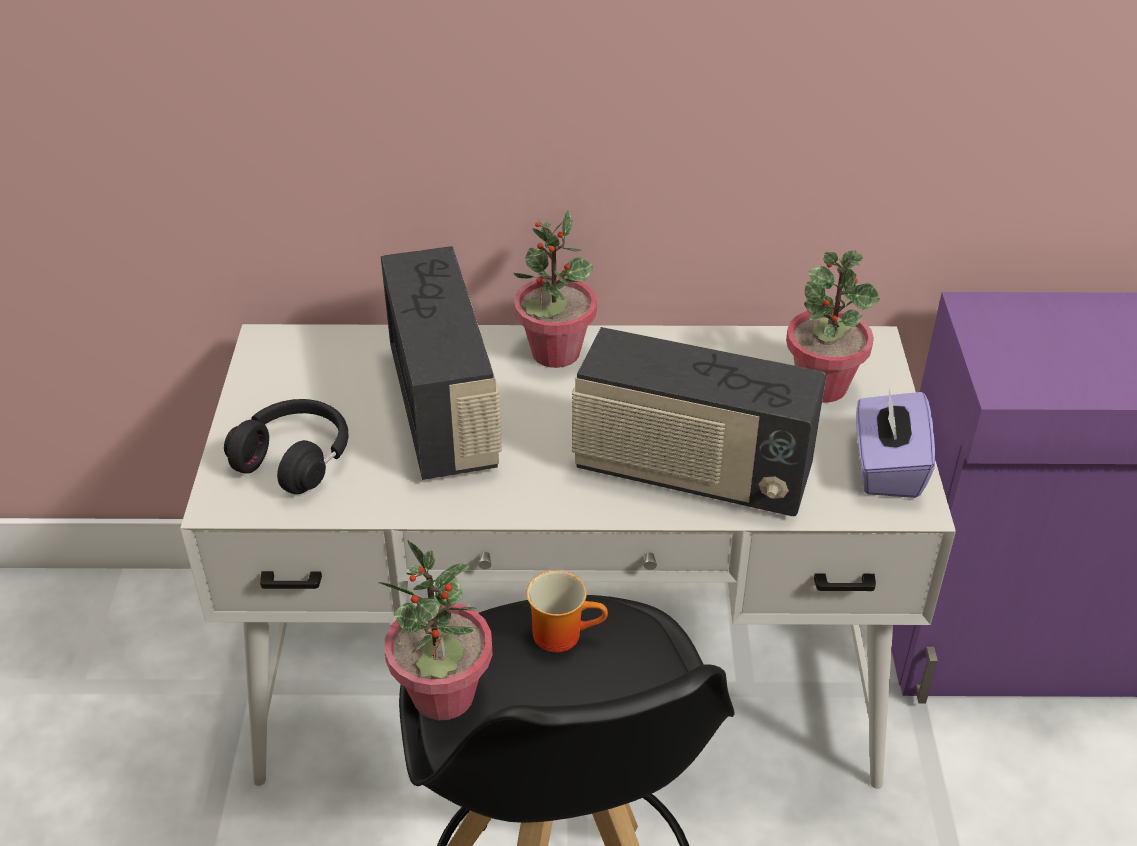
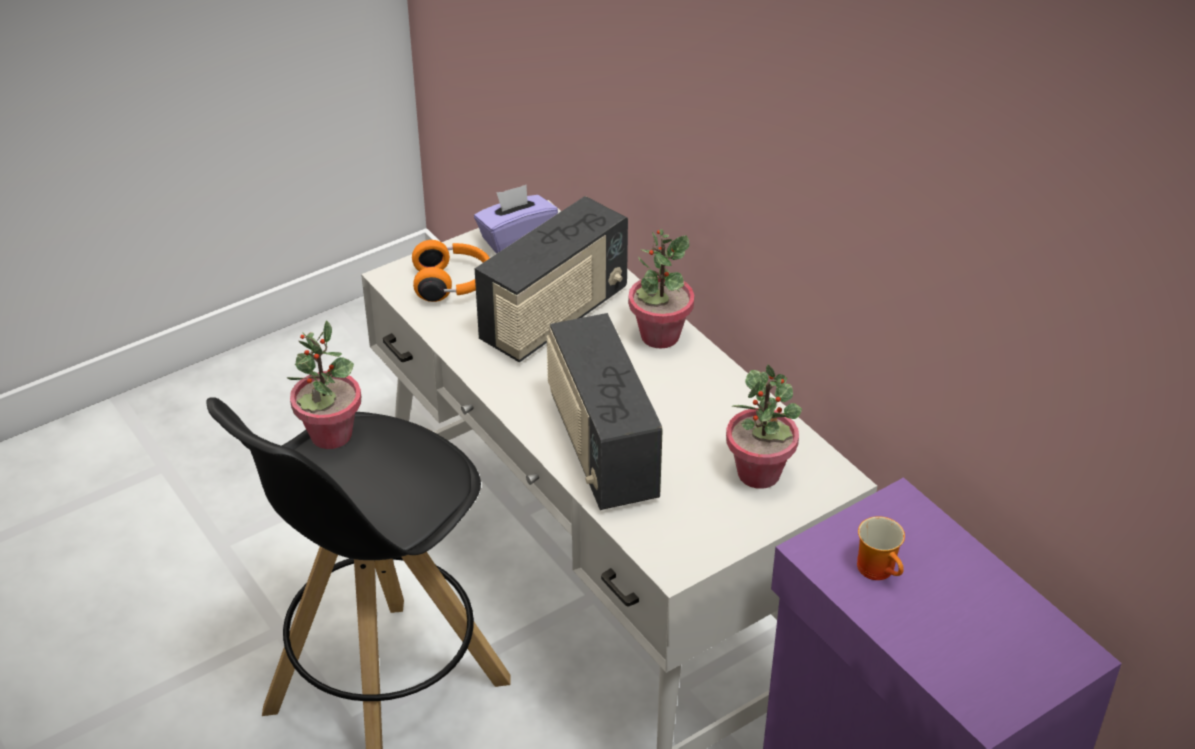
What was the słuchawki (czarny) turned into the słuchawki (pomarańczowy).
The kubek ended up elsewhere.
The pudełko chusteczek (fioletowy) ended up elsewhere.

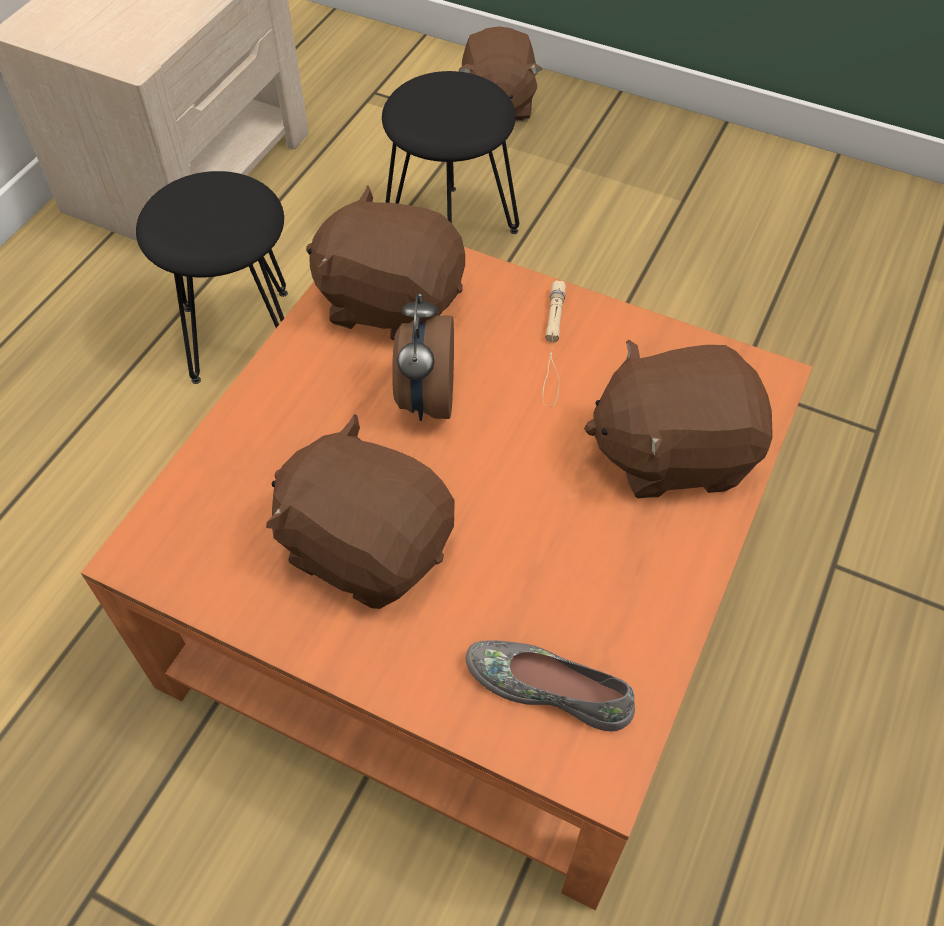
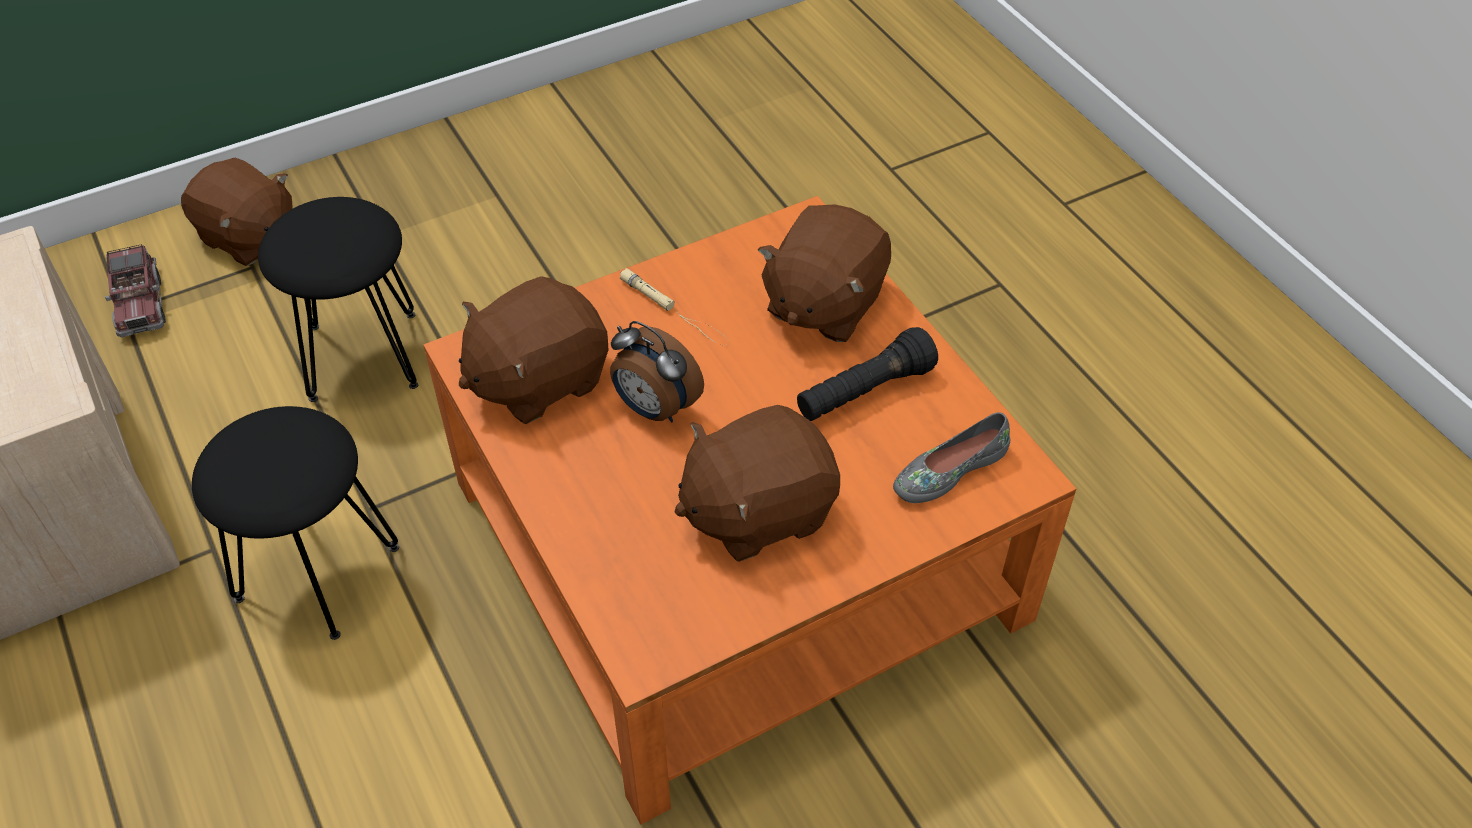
The second view gained the ciężarówka zabawkowa.
The second view gained the latarka (czarny).

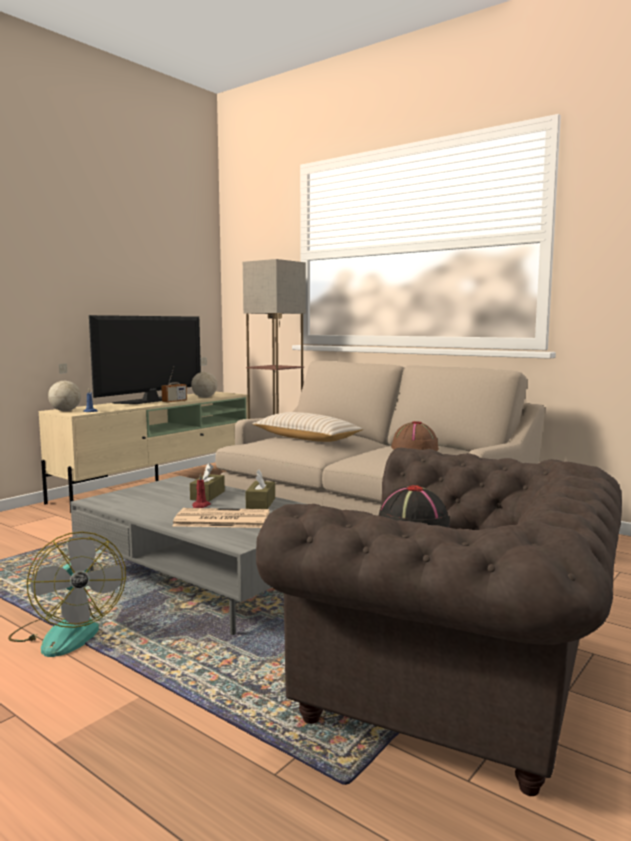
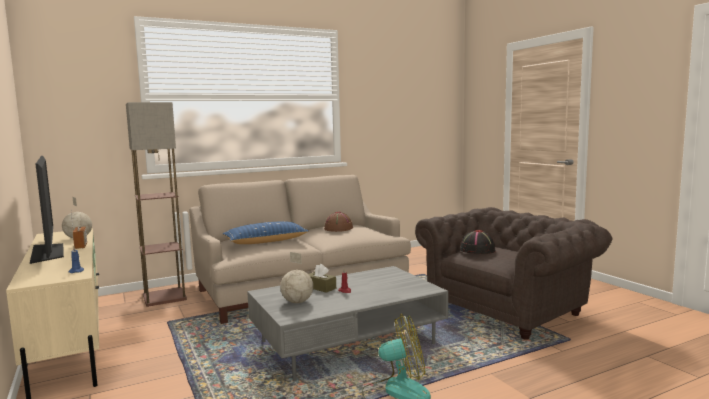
The globus (no. 1 from left in the first image) ended up elsewhere.
The second view lost the gazeta.
The second view lost the pudełko chusteczek (brązowy) (no. 2 from left).
What was the poduszka (beżowy) turned into the poduszka (niebieski).

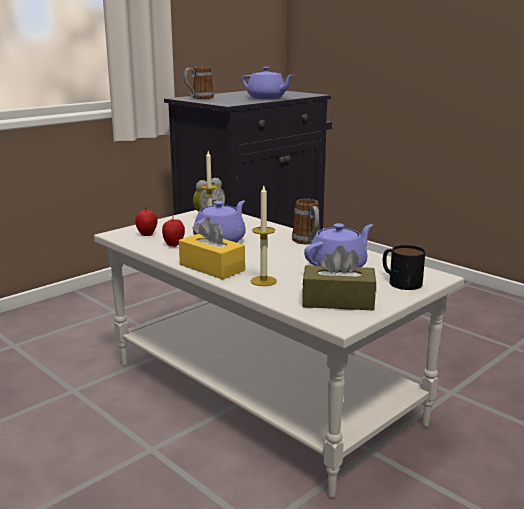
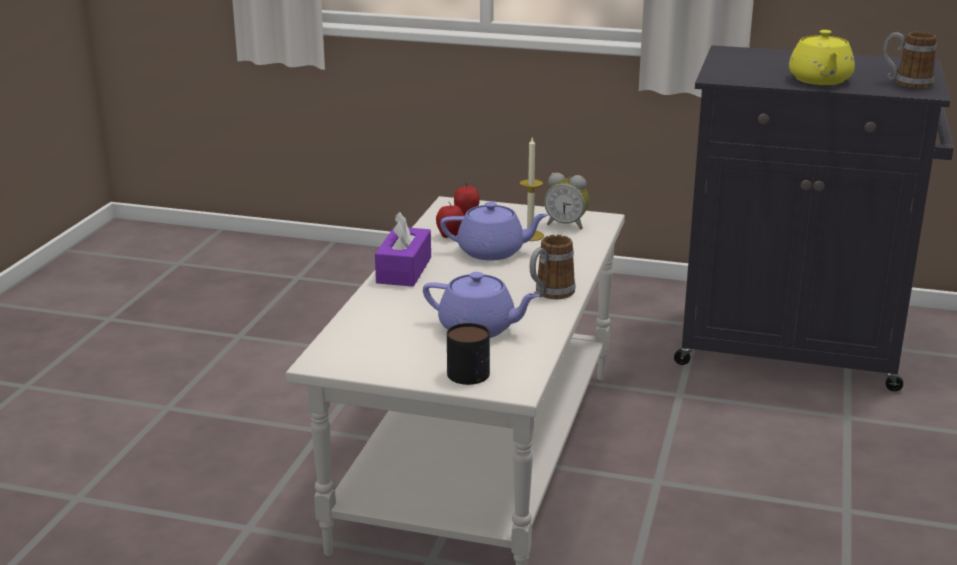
What was the pudełko chusteczek (żółty) turned into the pudełko chusteczek (fioletowy).
The kubek (no. 1 from left in the first image) ended up elsewhere.
What was the imbryk (fioletowy) (no. 2 from left) turned into the imbryk (żółty).
The second view lost the świeca (no. 2 from left).
The second view lost the pudełko chusteczek (brązowy).

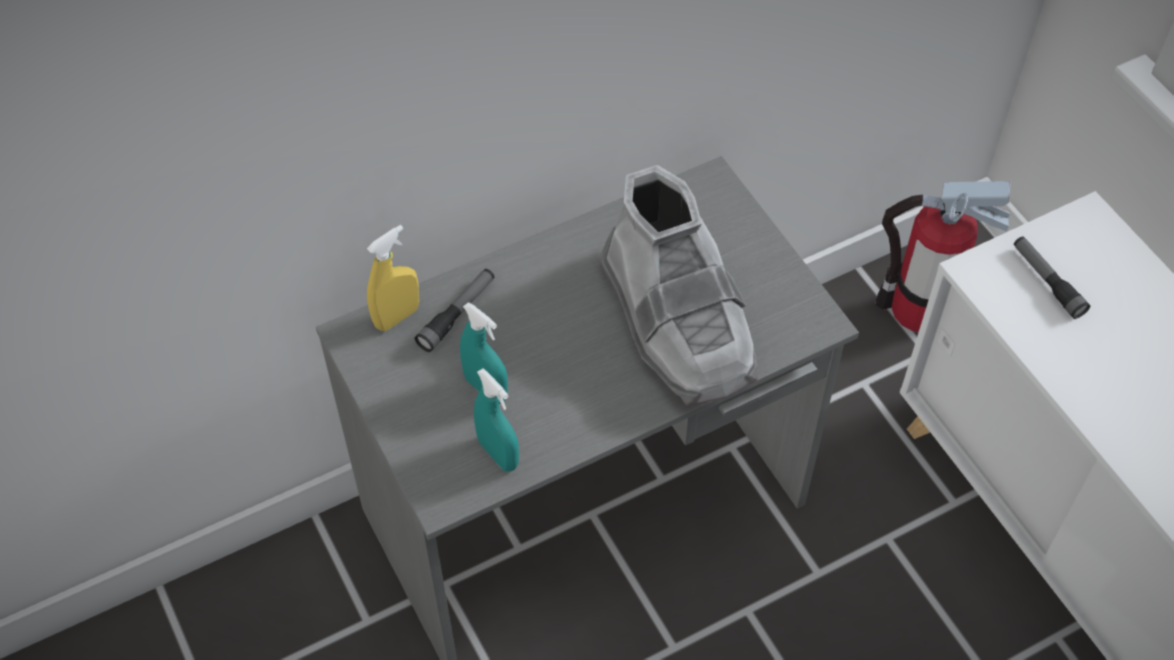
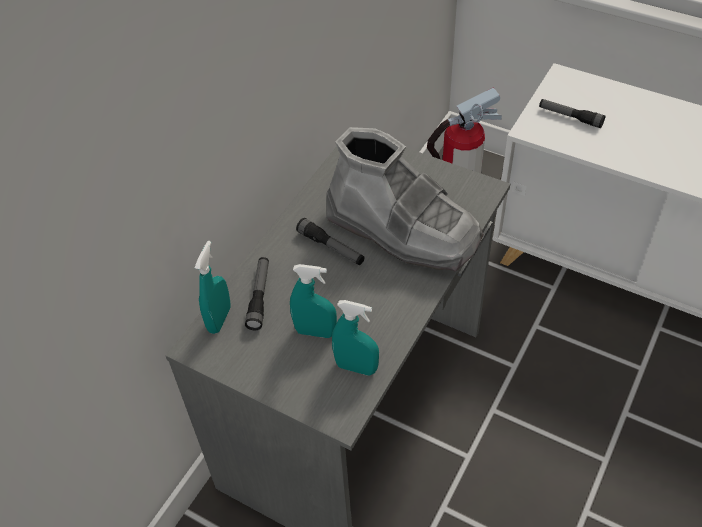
What was the spryskiwacz (żółty) turned into the spryskiwacz (turkusowy) (no. 1 from left).
The second view gained the latarka (no. 2 from left).

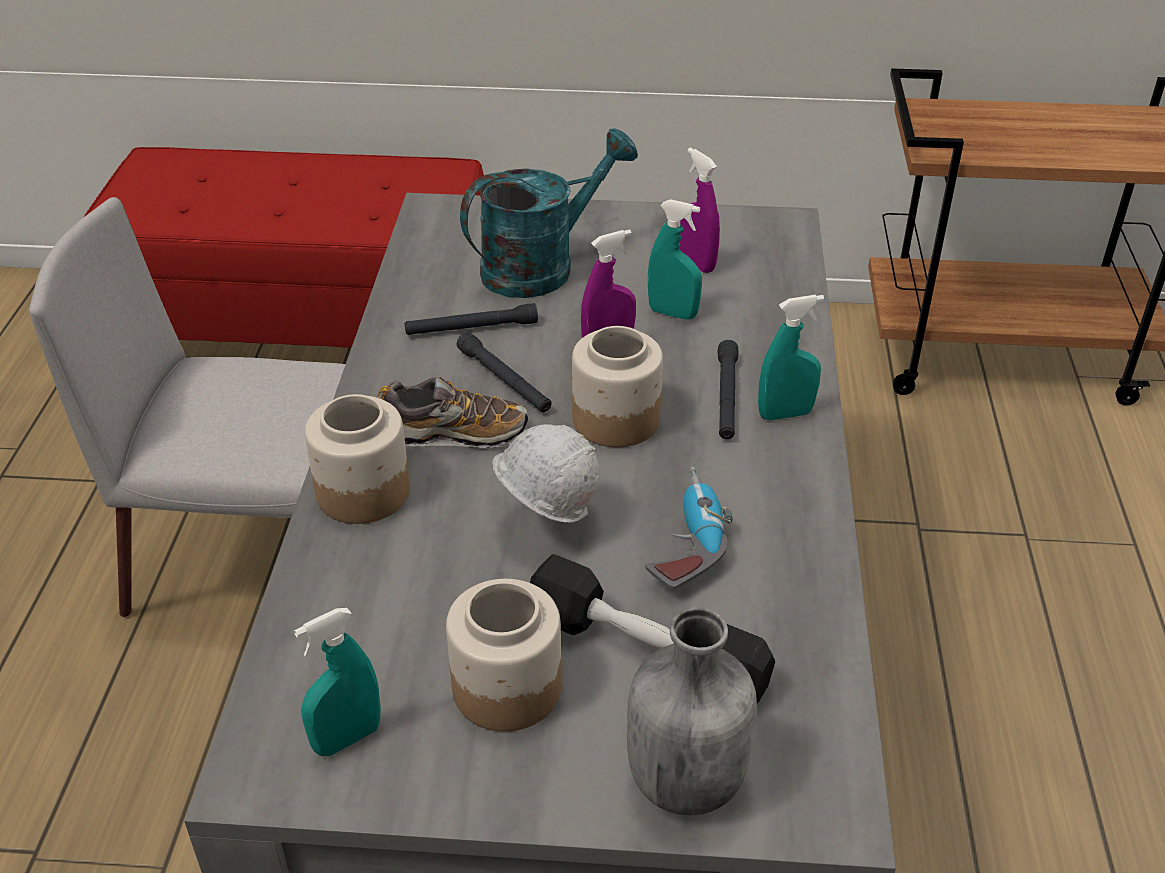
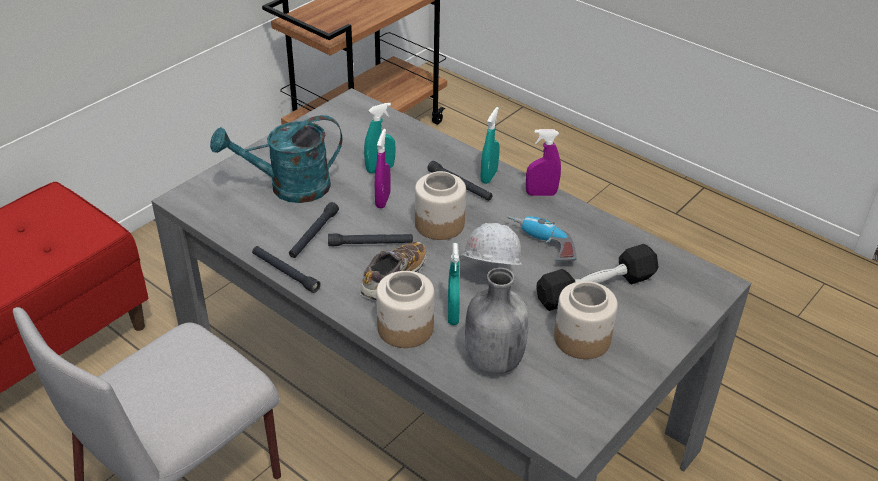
The spryskiwacz (turkusowy) (no. 1 from left in the first image) ended up elsewhere.
The konewka (turkusowy) ended up facing another way, 105 degrees counterclockwise from before.
The butelka (szary) ended up elsewhere.
The spryskiwacz (fioletowy) (no. 2 from left) ended up elsewhere.
The second view gained the latarka (czarny) (no. 1 from left).

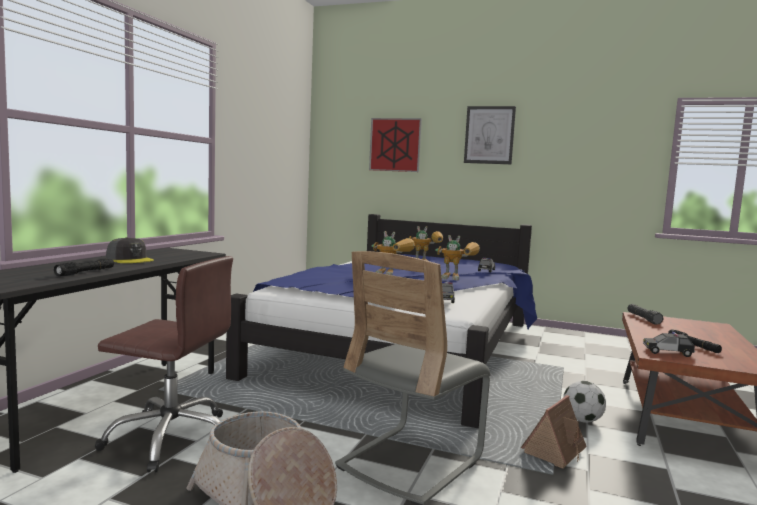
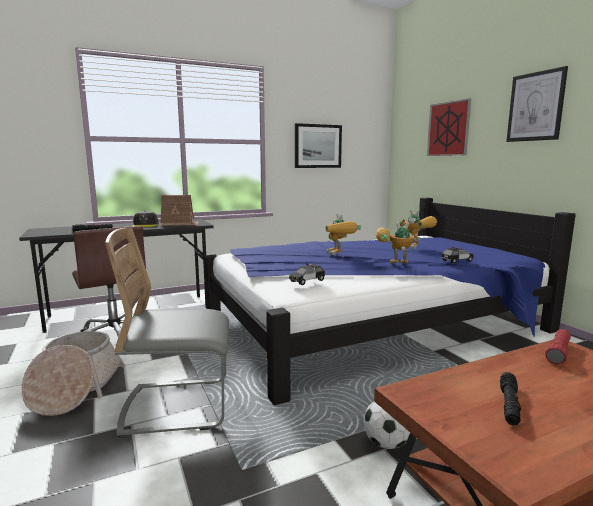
The robot zabawkowy (no. 3 from left in the first image) ended up facing another way, 120 degrees clockwise from before.
The domek ended up elsewhere.
What was the latarka (czarny) (no. 2 from left) turned into the latarka (czerwony).
The second view lost the samochodzik (no. 3 from left).
The second view gained the obraz (no. 1 from left).

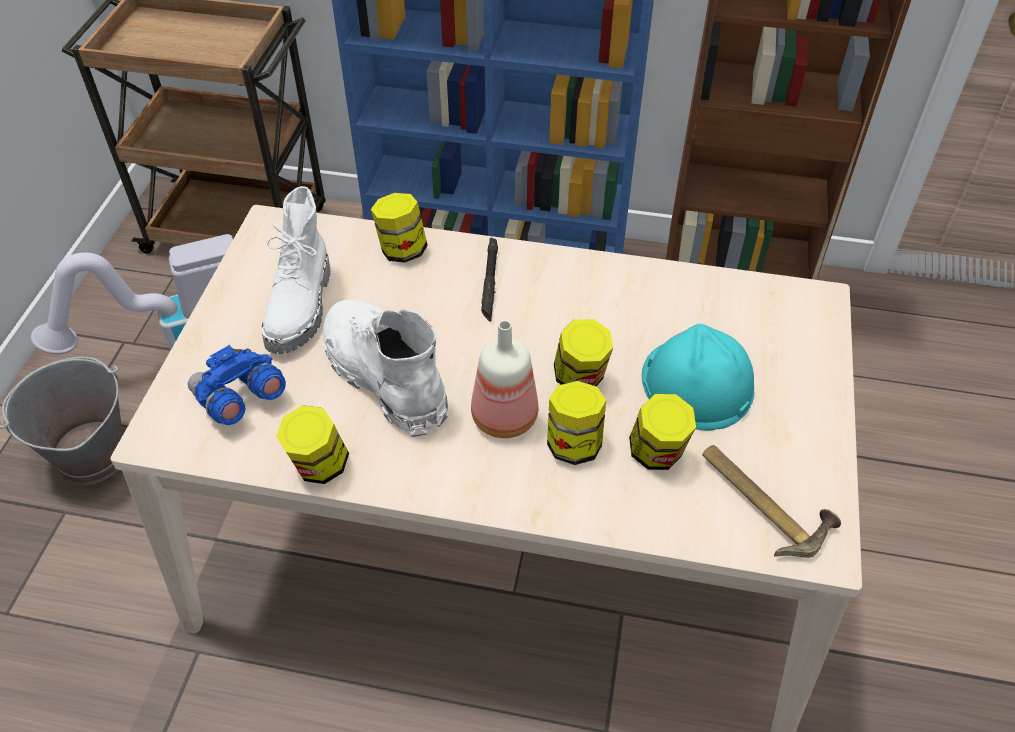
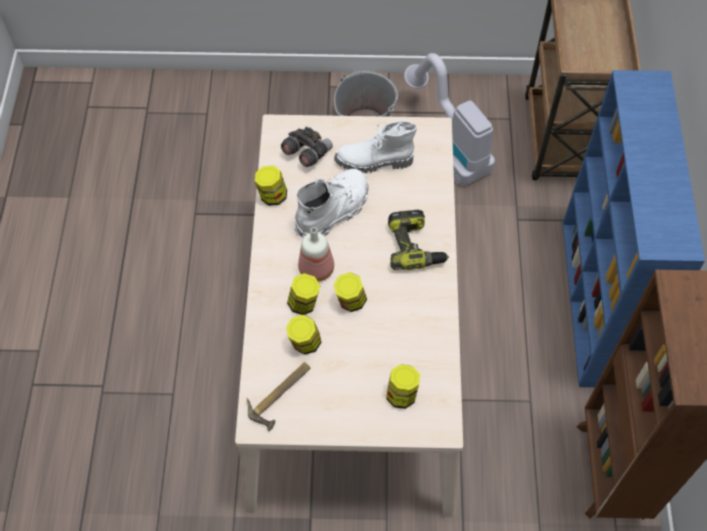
What was the lornetka (niebieski) turned into the lornetka (szary).
The słoik (no. 2 from left in the first image) ended up elsewhere.
Where the latarka (czarny) stood, the wiertarka came to stand.
The second view lost the kask (turkusowy).

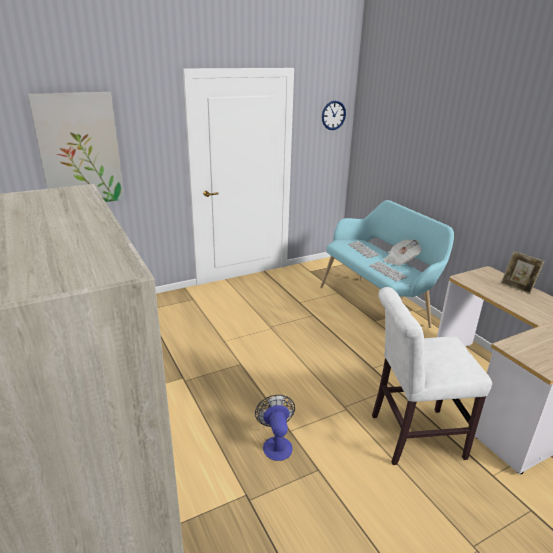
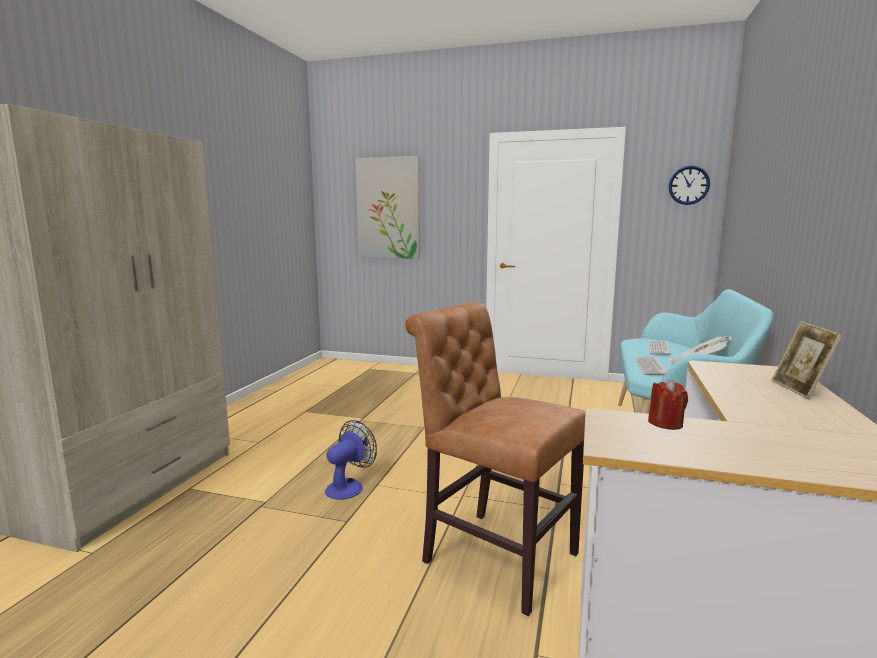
What was the krzesło (biały) turned into the krzesło (brązowy).
The second view gained the świeca (czerwony).

